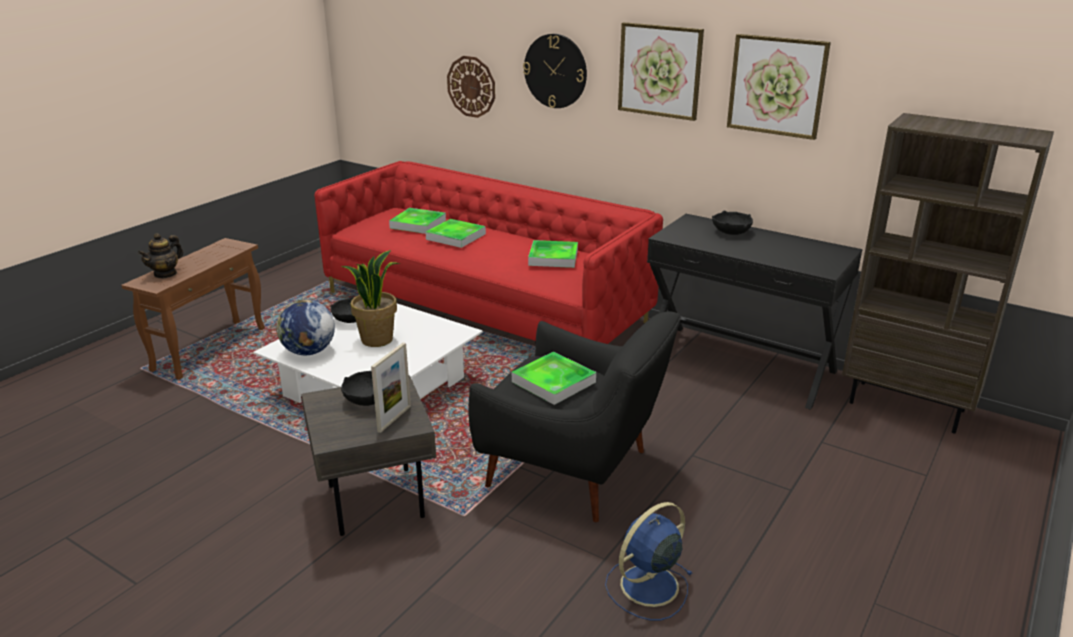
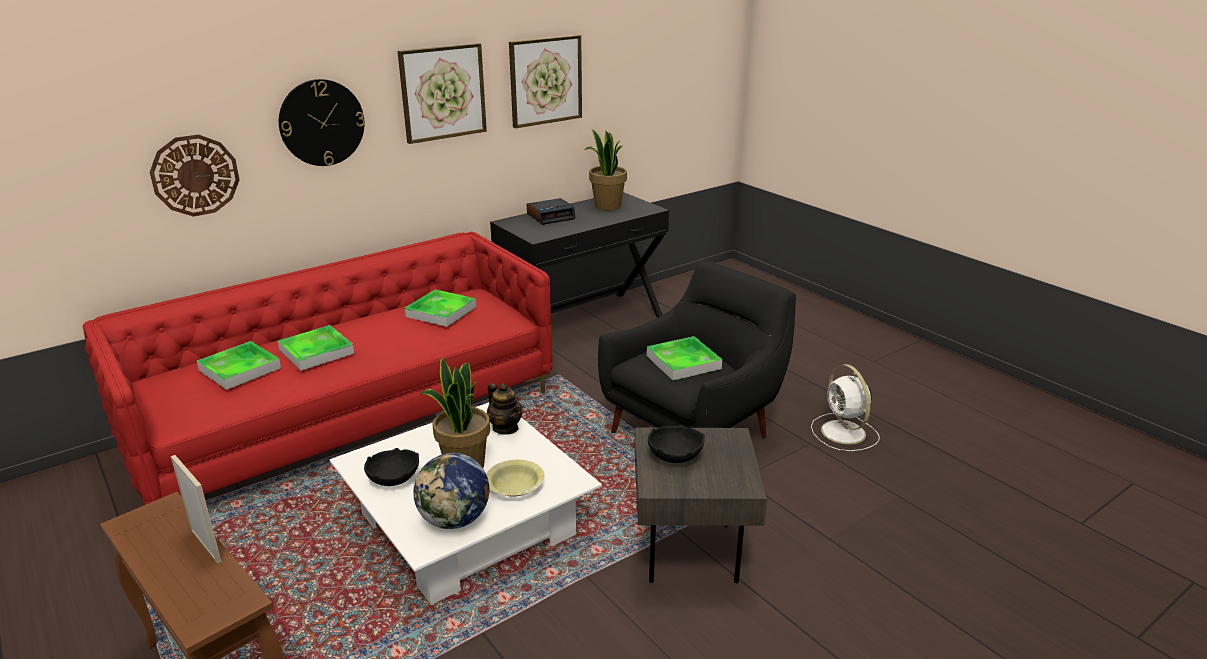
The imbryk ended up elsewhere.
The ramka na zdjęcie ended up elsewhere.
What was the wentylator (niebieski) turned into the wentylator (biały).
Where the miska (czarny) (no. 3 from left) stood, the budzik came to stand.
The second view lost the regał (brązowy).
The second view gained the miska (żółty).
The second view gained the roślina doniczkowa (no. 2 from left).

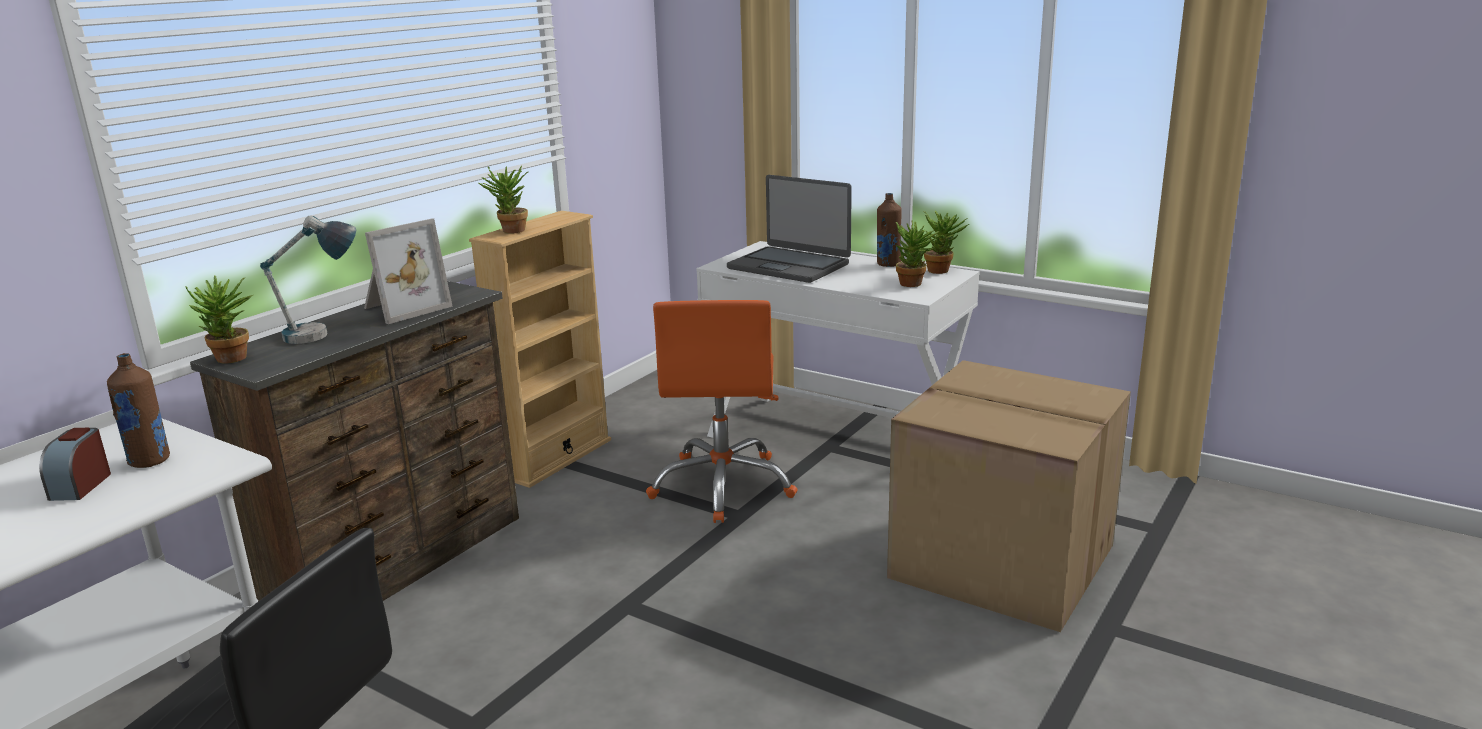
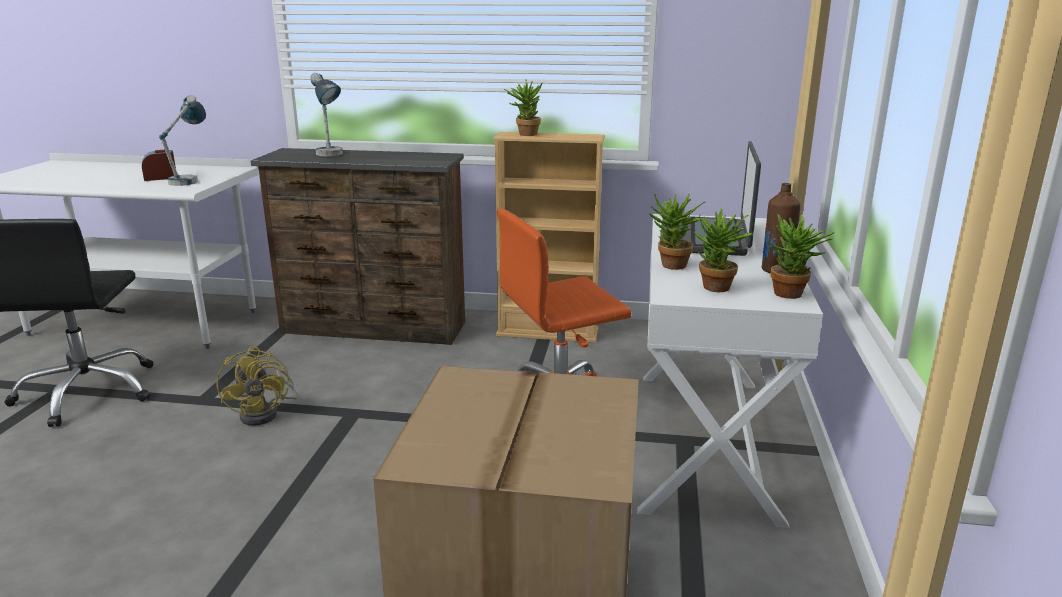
Where the butelka (brązowy) (no. 1 from left) stood, the lampa stołowa (no. 1 from left) came to stand.
The roślina doniczkowa (no. 1 from left in the first image) ended up elsewhere.
The second view lost the ramka na zdjęcie.
The second view gained the wentylator (żółty).

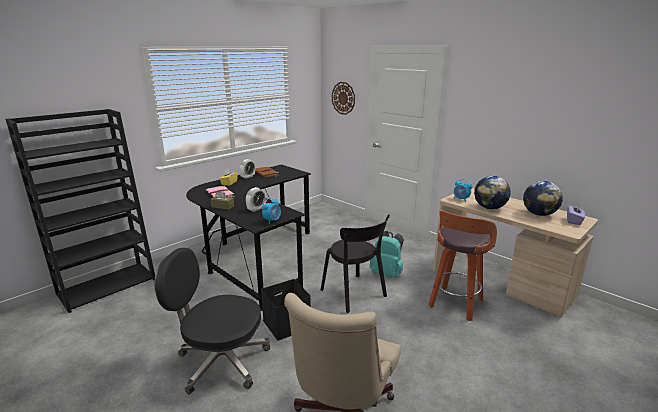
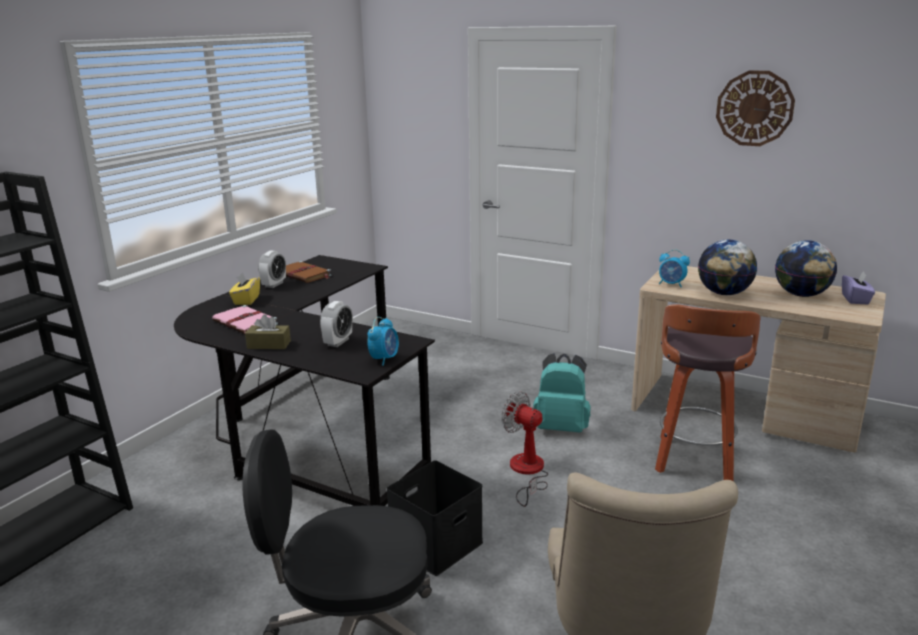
Where the krzesło (czarny) stood, the wentylator came to stand.
The zegar ścienny ended up elsewhere.

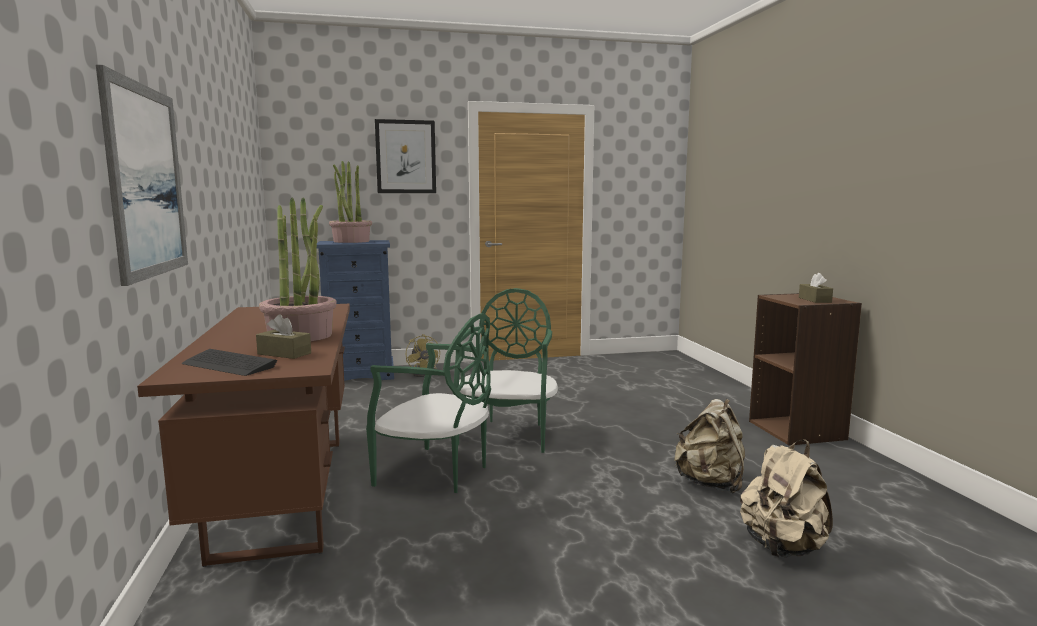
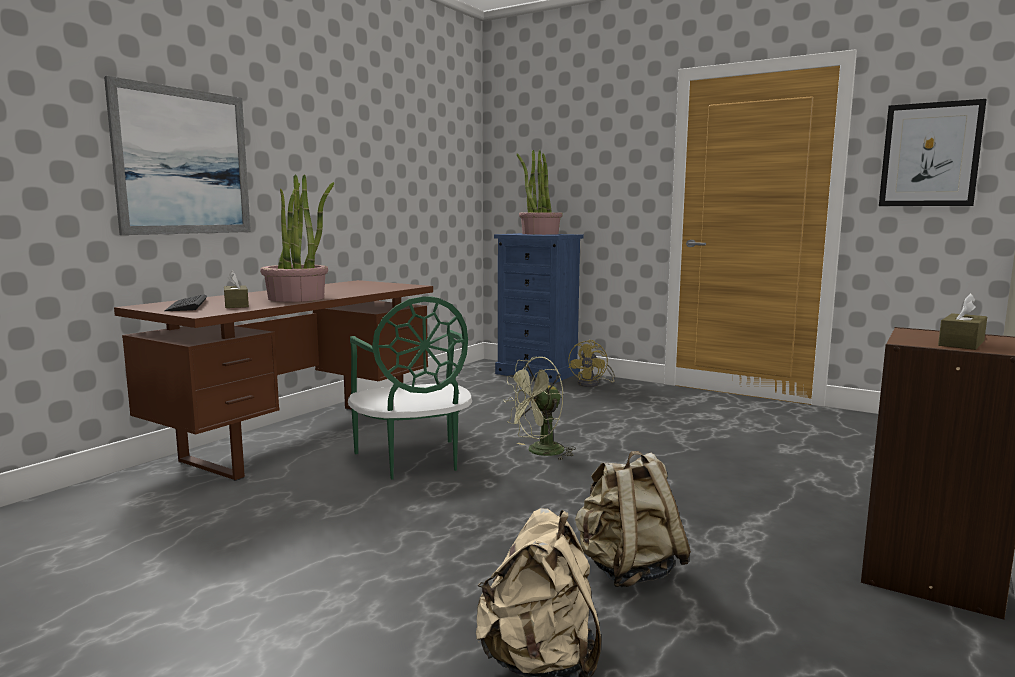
The obraz (no. 2 from left) ended up elsewhere.
Where the krzesło (zielony) (no. 2 from left) stood, the wentylator (zielony) came to stand.

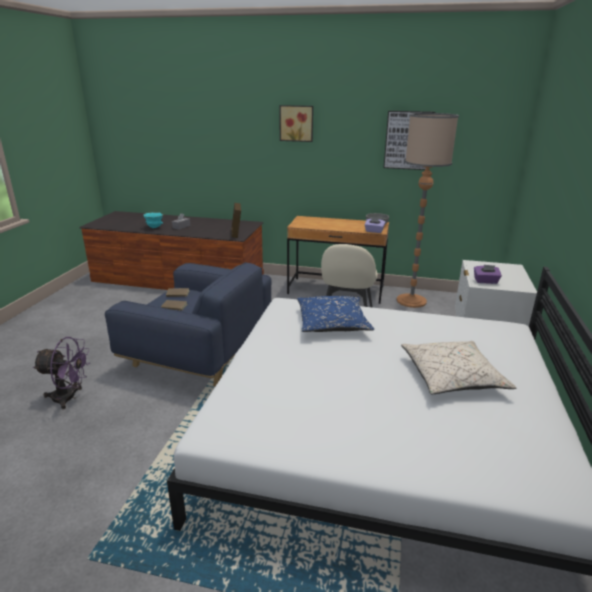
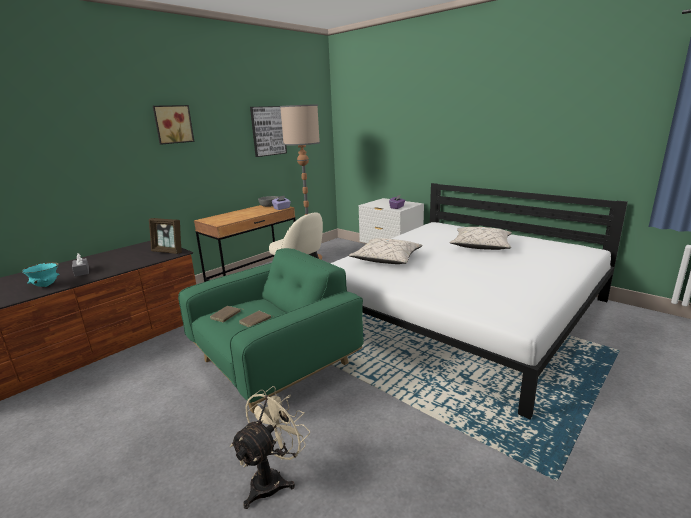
What was the wentylator (fioletowy) turned into the wentylator (beżowy).
What was the fotel (niebieski) turned into the fotel (zielony).
What was the poduszka (niebieski) turned into the poduszka (beżowy) (no. 1 from left).

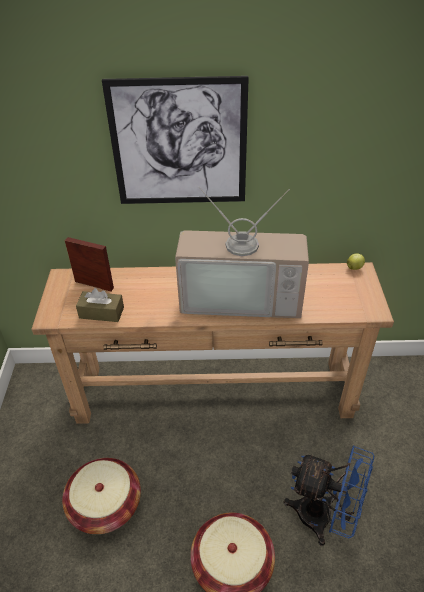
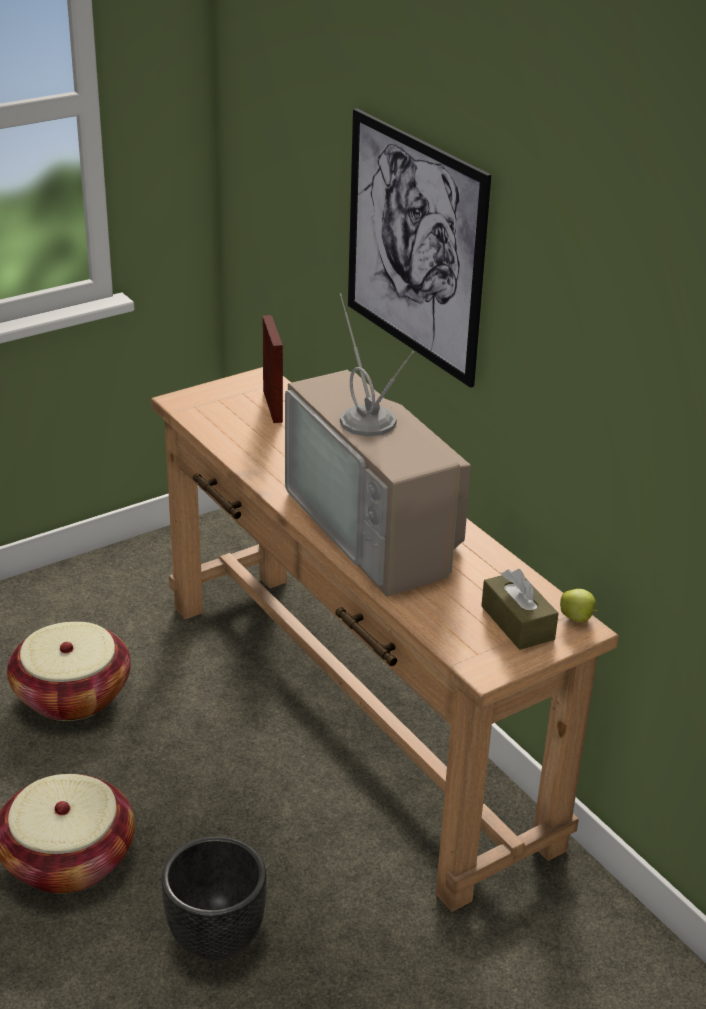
The pudełko chusteczek (brązowy) ended up elsewhere.
Where the wentylator (niebieski) stood, the donica (czarny) came to stand.

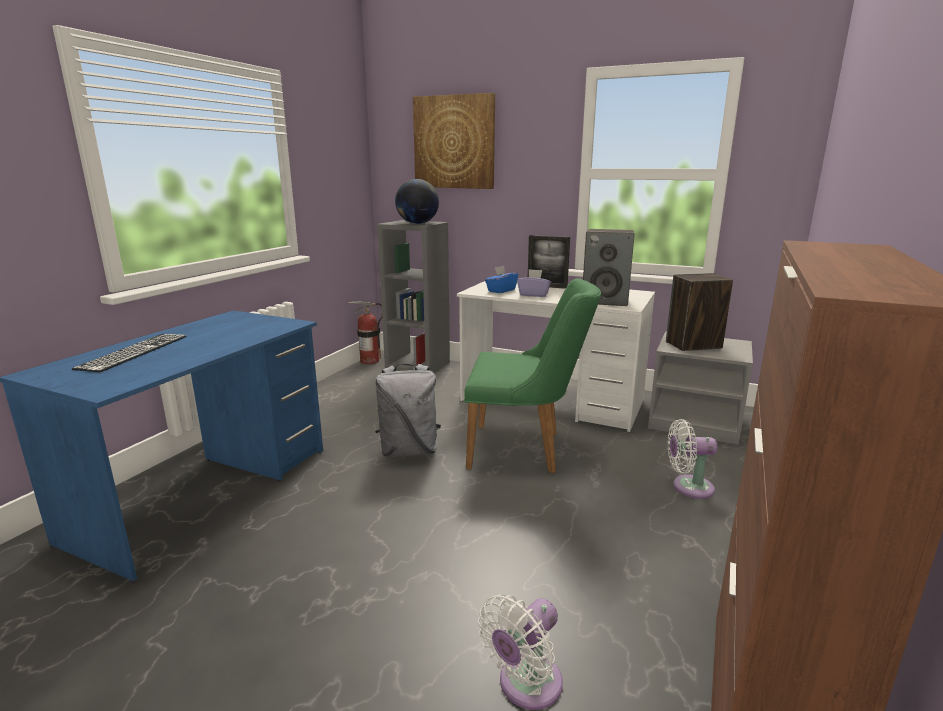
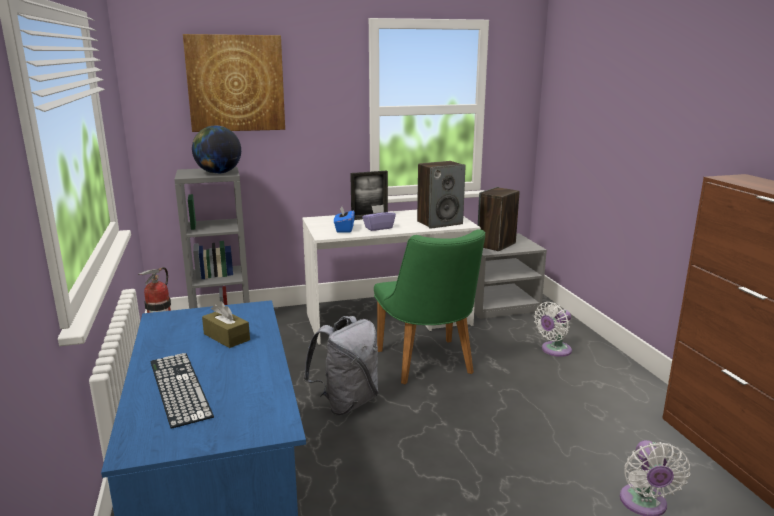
The krzesło (zielony) ended up facing another way, 105 degrees clockwise from before.
The second view gained the pudełko chusteczek (brązowy).

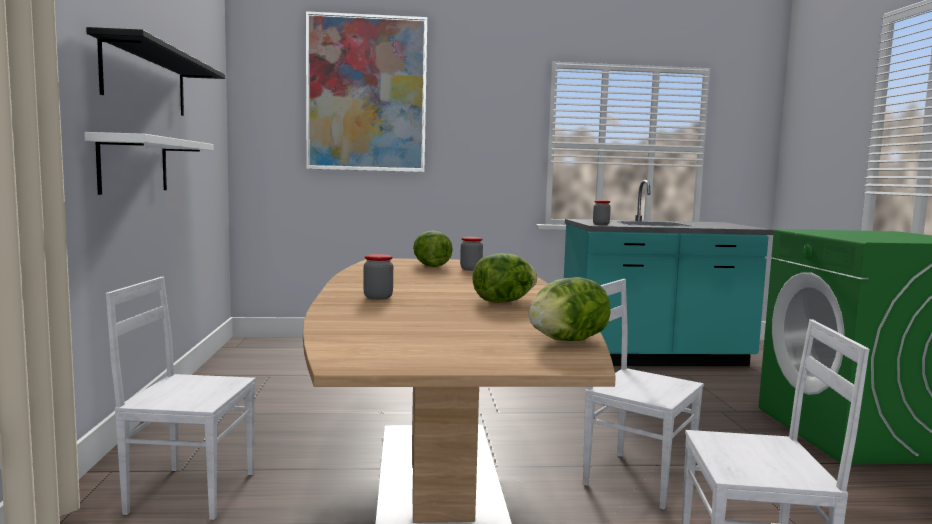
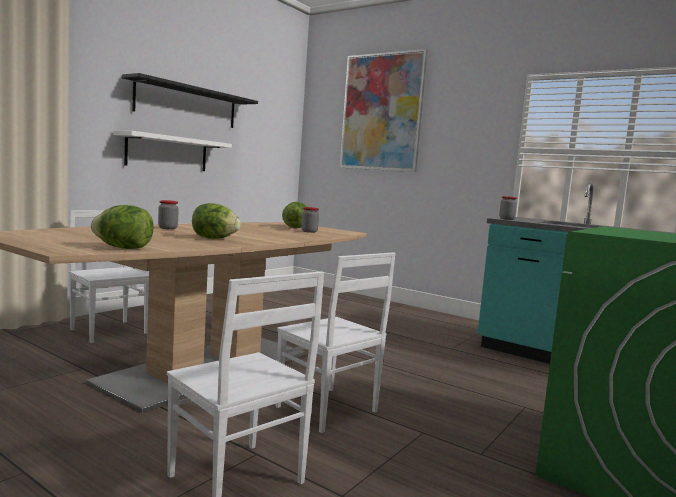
The krzesło (biały) (no. 2 from left in the first image) ended up facing another way, 150 degrees clockwise from before.

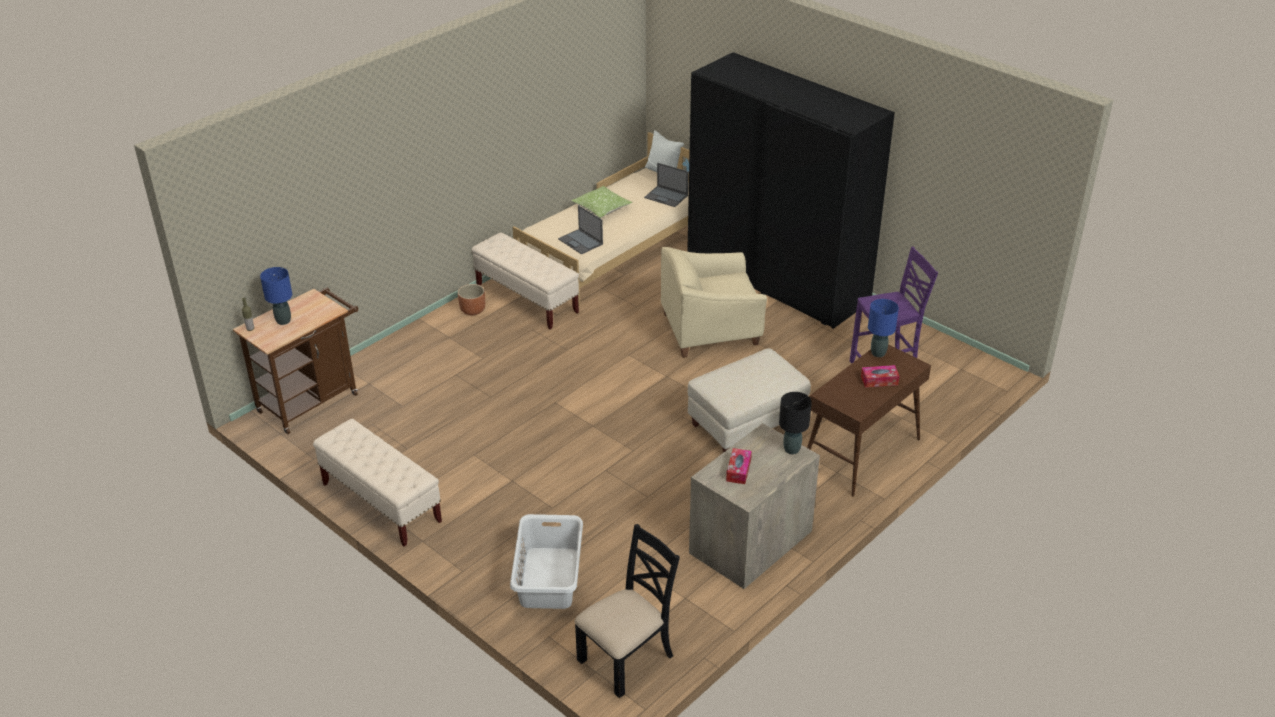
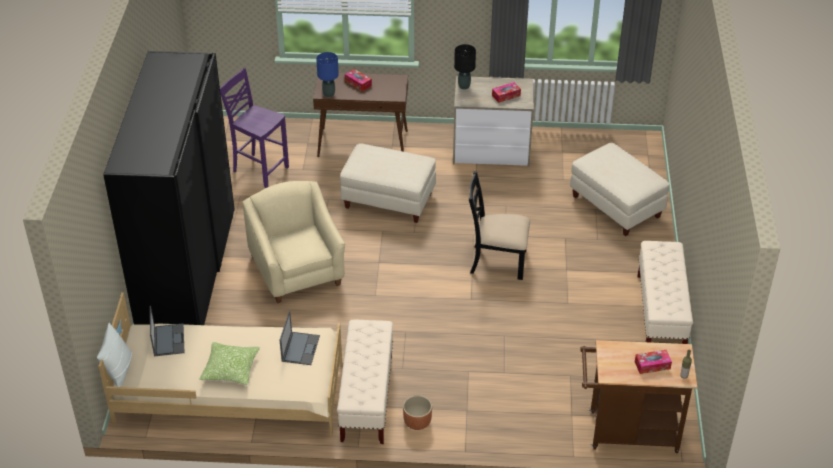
Where the lampa stołowa (niebieski) (no. 1 from left) stood, the pudełko chusteczek (no. 3 from left) came to stand.
Where the kosz na pranie (biały) stood, the pufa (beżowy) (no. 2 from left) came to stand.
The krzesło (czarny) ended up elsewhere.
The fotel (beżowy) ended up facing another way, 150 degrees counterclockwise from before.

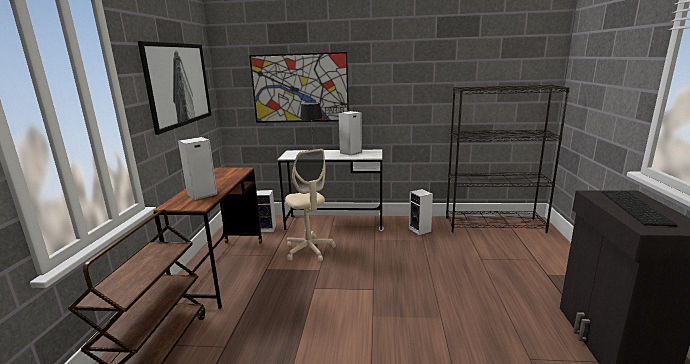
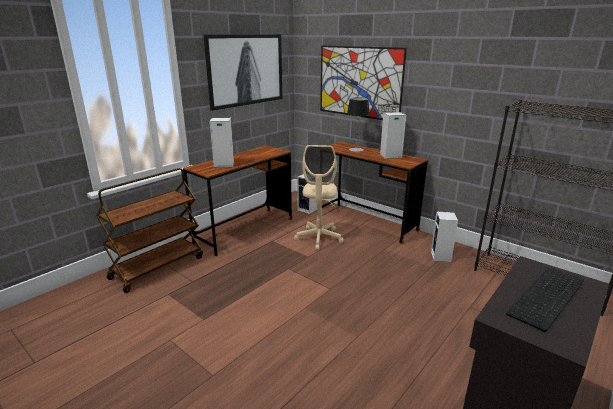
What was the biurko (biały) turned into the biurko (brązowy) (no. 2 from left).

